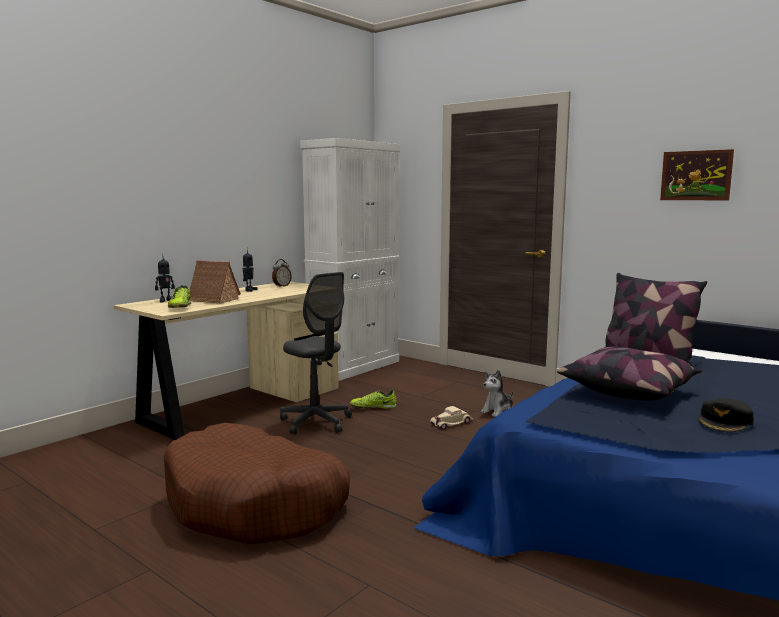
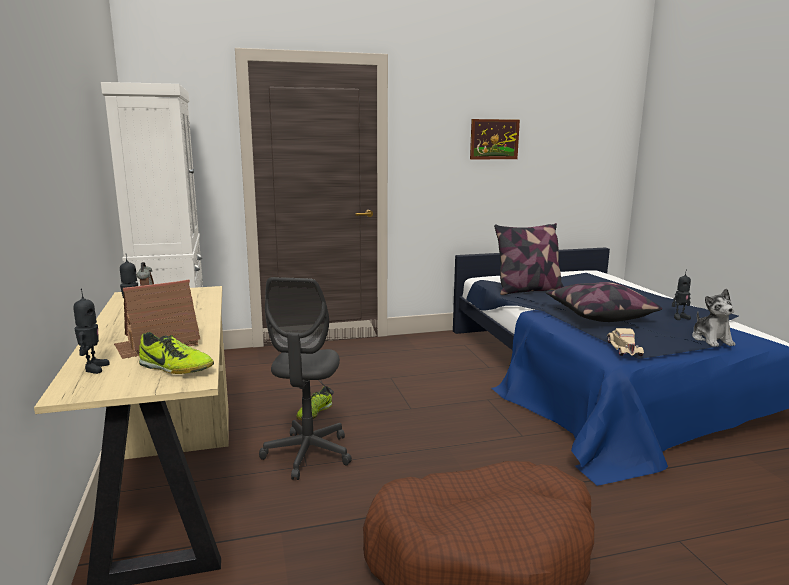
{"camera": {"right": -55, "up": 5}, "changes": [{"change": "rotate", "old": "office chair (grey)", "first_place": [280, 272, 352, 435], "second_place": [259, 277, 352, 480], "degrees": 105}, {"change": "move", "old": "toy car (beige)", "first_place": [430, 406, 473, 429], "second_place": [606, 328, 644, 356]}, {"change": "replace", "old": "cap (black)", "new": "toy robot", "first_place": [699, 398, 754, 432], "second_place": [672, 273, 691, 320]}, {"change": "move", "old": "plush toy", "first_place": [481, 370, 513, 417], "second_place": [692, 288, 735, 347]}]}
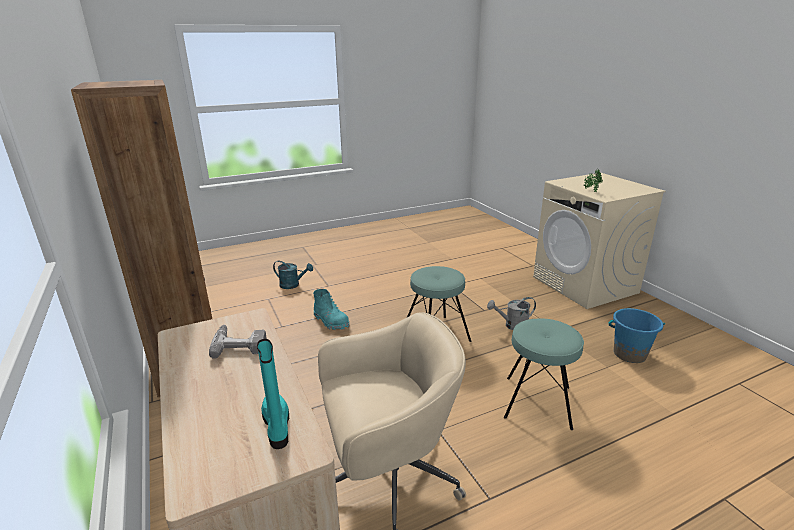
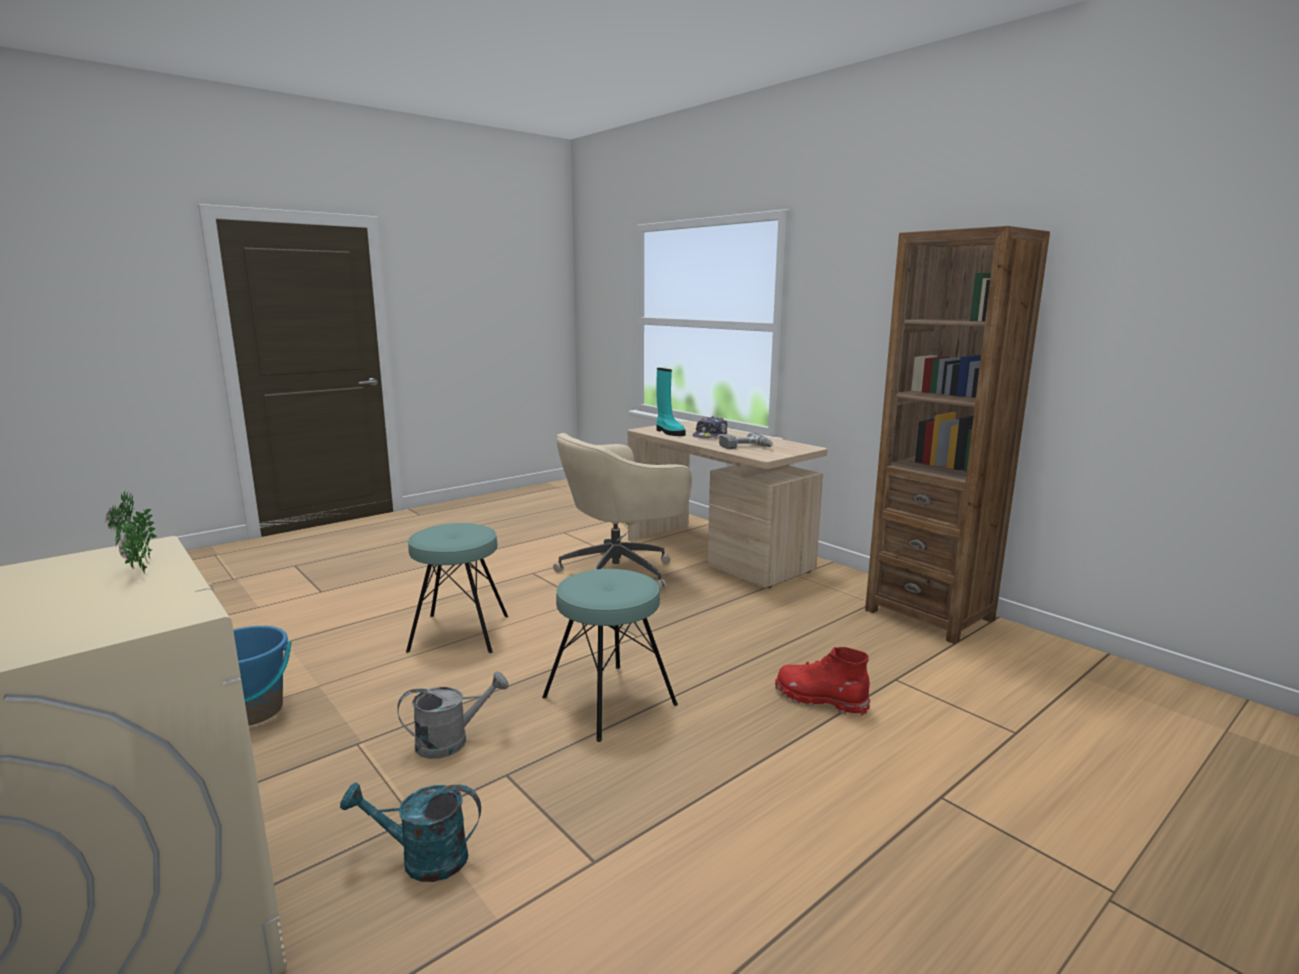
{"camera": {"right": 165, "up": -10}, "changes": [{"change": "move", "old": "watering can (turquoise)", "first_place": [273, 261, 313, 289], "second_place": [340, 783, 481, 882]}, {"change": "insert", "new": "cap", "second_place": [693, 416, 728, 438]}, {"change": "recolor", "old": "boot (turquoise)", "new": "boot (red)", "first_place": [313, 289, 350, 330], "second_place": [775, 647, 870, 716]}]}
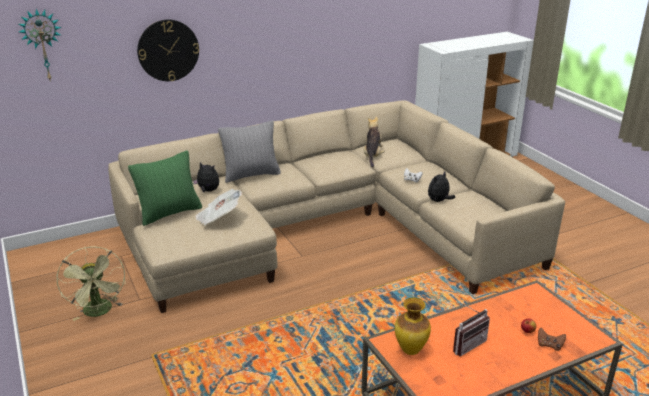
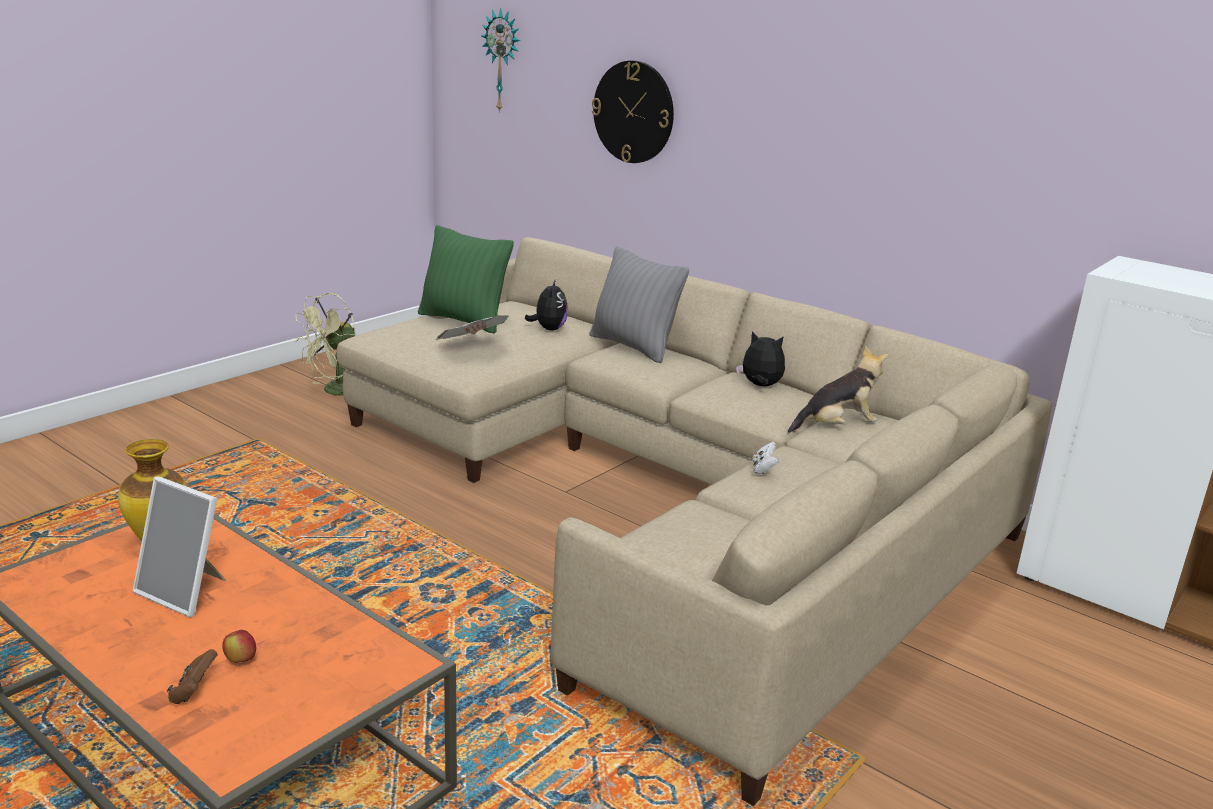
{"camera": {"right": 65, "up": -5}, "changes": [{"change": "replace", "old": "radio", "new": "picture frame", "first_place": [453, 302, 490, 356], "second_place": [133, 477, 226, 617]}, {"change": "move", "old": "plush toy", "first_place": [428, 172, 455, 202], "second_place": [736, 331, 785, 386]}]}
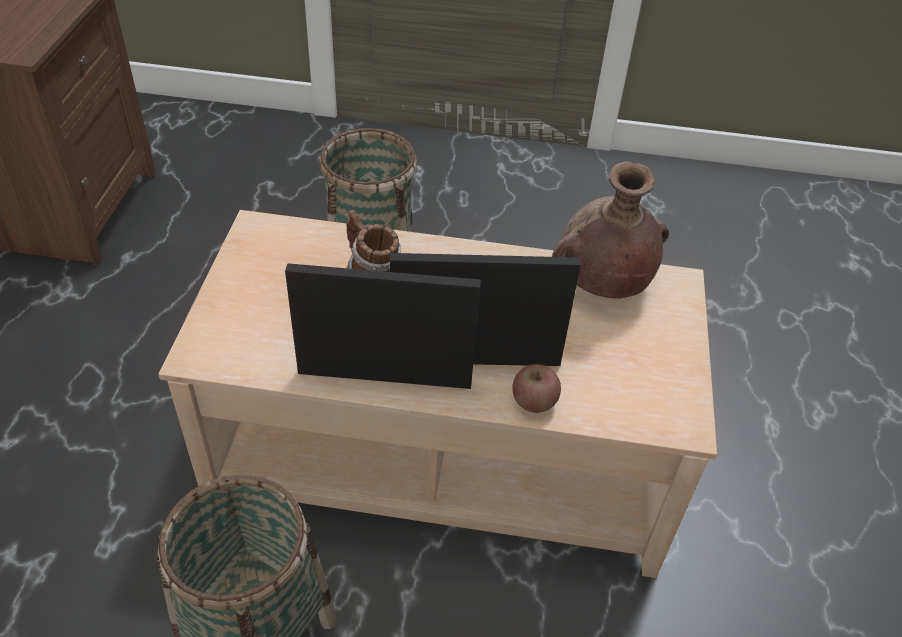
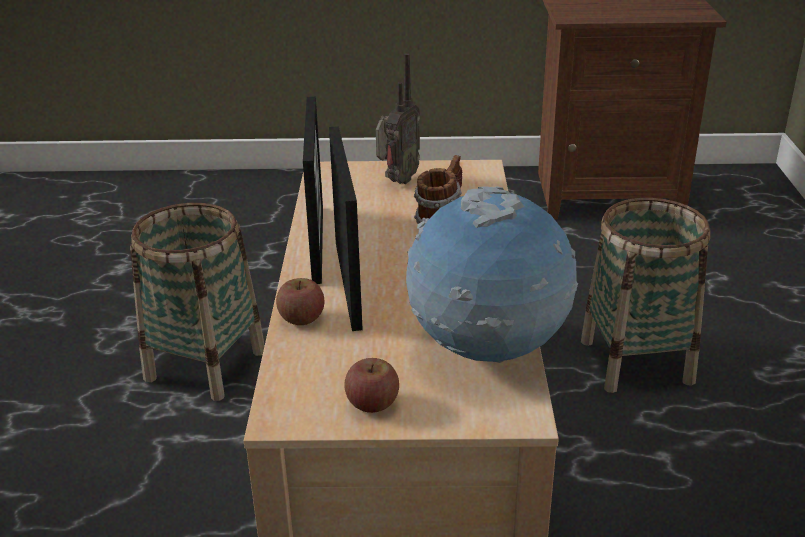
{"camera": {"right": 85, "up": -15}, "changes": [{"change": "insert", "new": "apple", "second_place": [345, 358, 399, 413]}, {"change": "insert", "new": "radio", "second_place": [376, 53, 420, 184]}, {"change": "replace", "old": "vase (brown)", "new": "globe", "first_place": [552, 161, 669, 299], "second_place": [406, 186, 578, 363]}]}
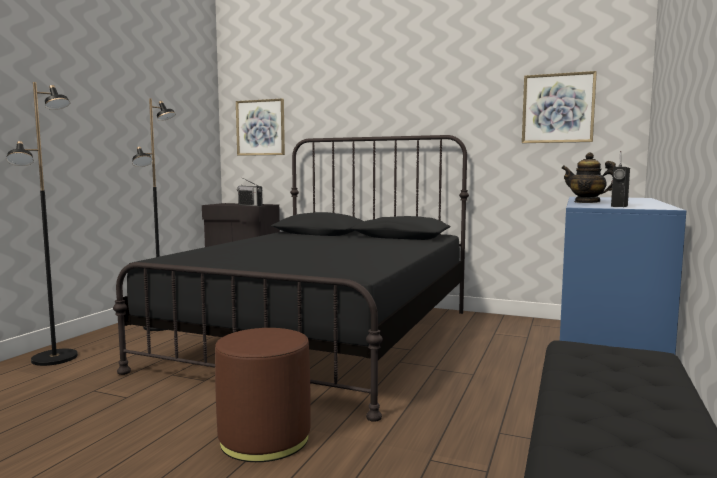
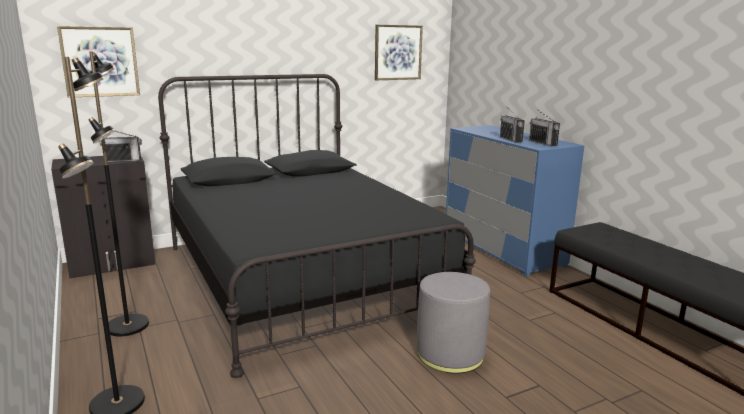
{"camera": {"right": -50, "up": 10}, "changes": [{"change": "recolor", "old": "ottoman (brown)", "new": "ottoman (grey)", "first_place": [215, 328, 311, 462], "second_place": [417, 272, 490, 374]}, {"change": "replace", "old": "teapot", "new": "radio", "first_place": [561, 152, 616, 203], "second_place": [500, 107, 525, 143]}]}
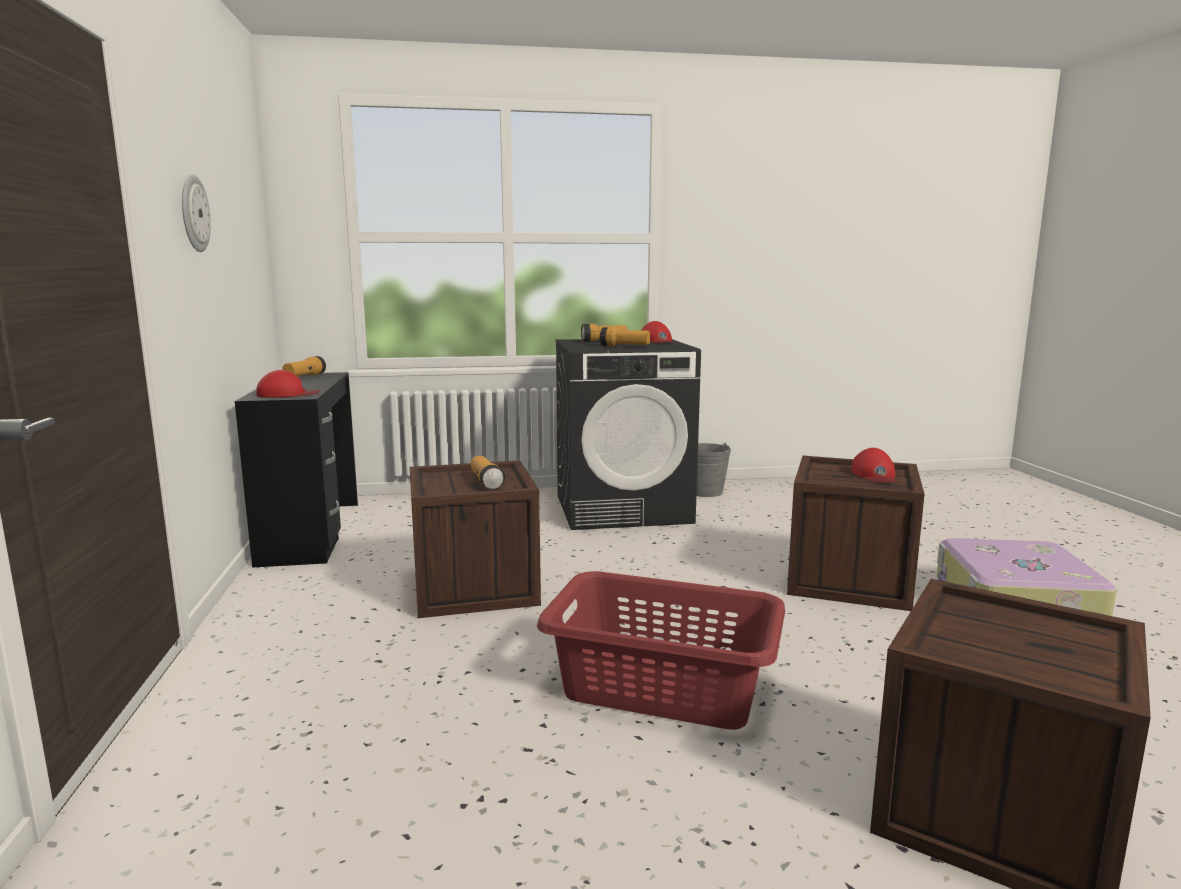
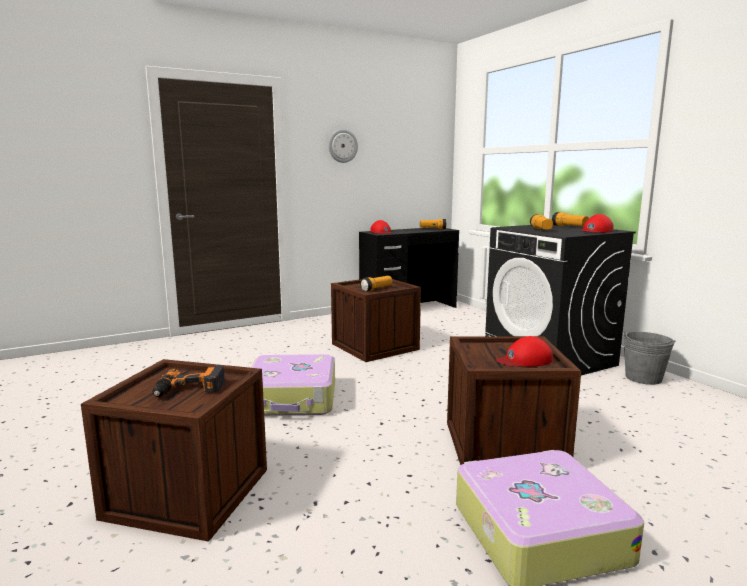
{"camera": {"right": 70, "up": 0}, "changes": [{"change": "insert", "new": "power drill", "second_place": [152, 365, 225, 397]}, {"change": "replace", "old": "laundry basket (red)", "new": "suitcase", "first_place": [537, 571, 785, 730], "second_place": [251, 354, 335, 416]}]}
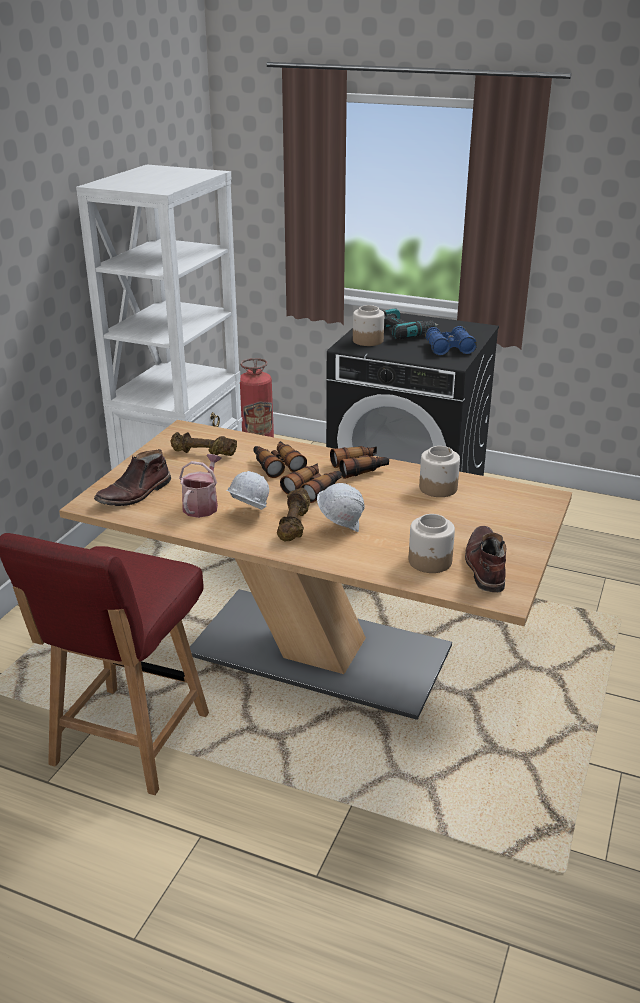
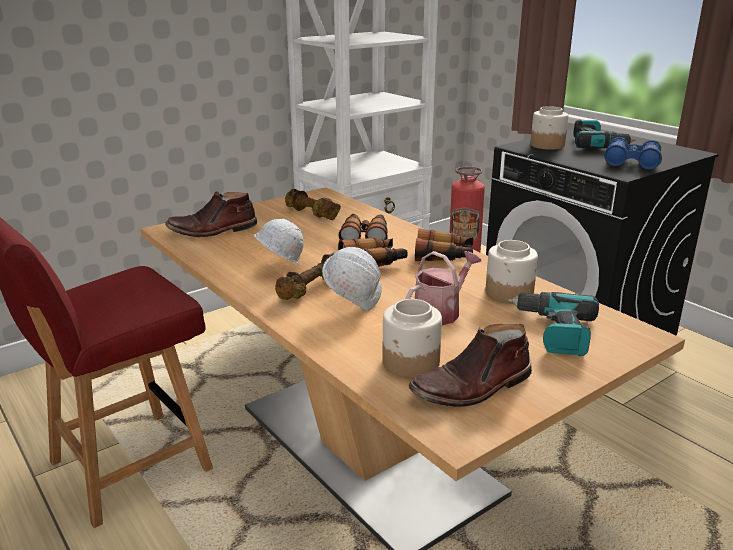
{"camera": {"right": 30, "up": -5}, "changes": [{"change": "move", "old": "watering can", "first_place": [179, 454, 221, 518], "second_place": [405, 251, 481, 325]}, {"change": "rotate", "old": "boot (brown)", "first_place": [465, 526, 506, 592], "second_place": [409, 324, 532, 407], "degrees": -150}, {"change": "insert", "new": "power drill", "second_place": [508, 292, 599, 356]}]}
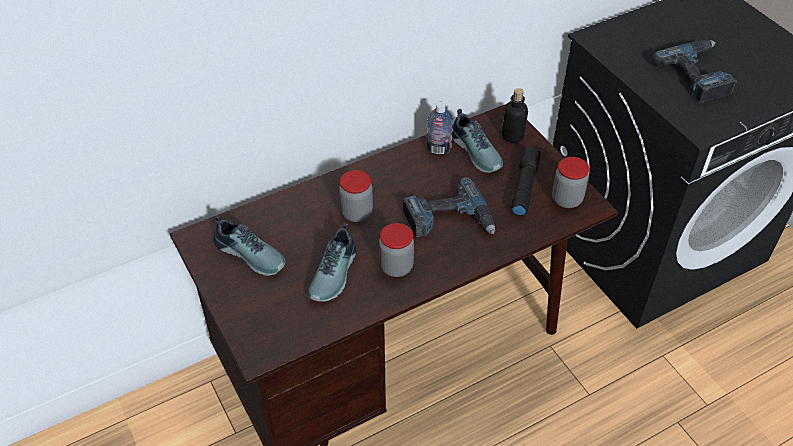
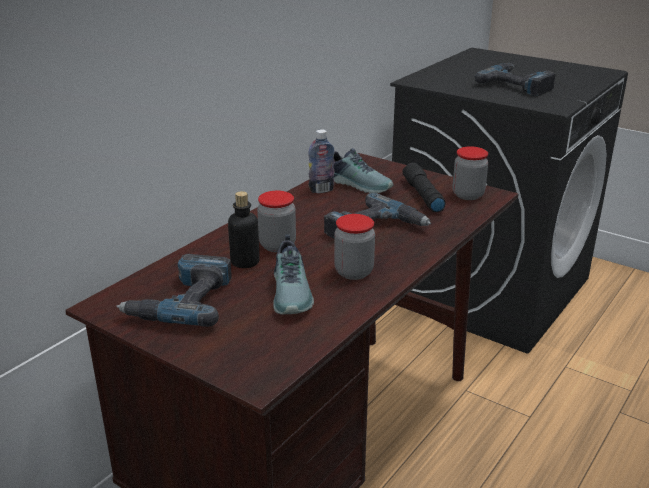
{"camera": {"right": -25, "up": -20}, "changes": [{"change": "replace", "old": "shoe", "new": "power drill", "first_place": [214, 216, 286, 276], "second_place": [116, 254, 232, 327]}, {"change": "move", "old": "bottle", "first_place": [502, 88, 528, 143], "second_place": [228, 191, 260, 268]}]}
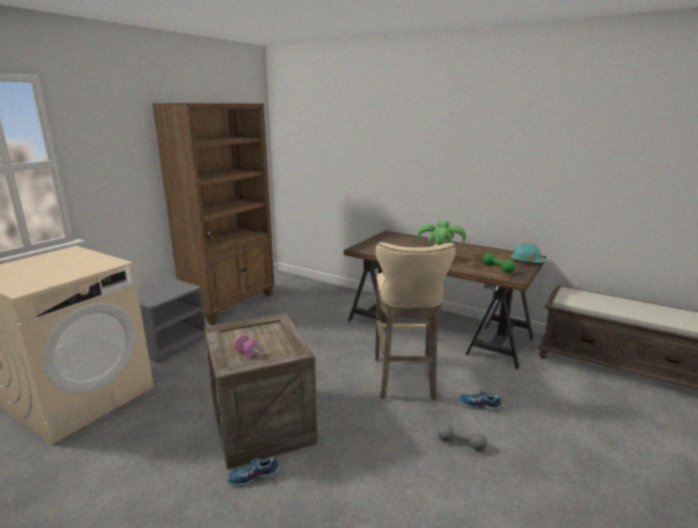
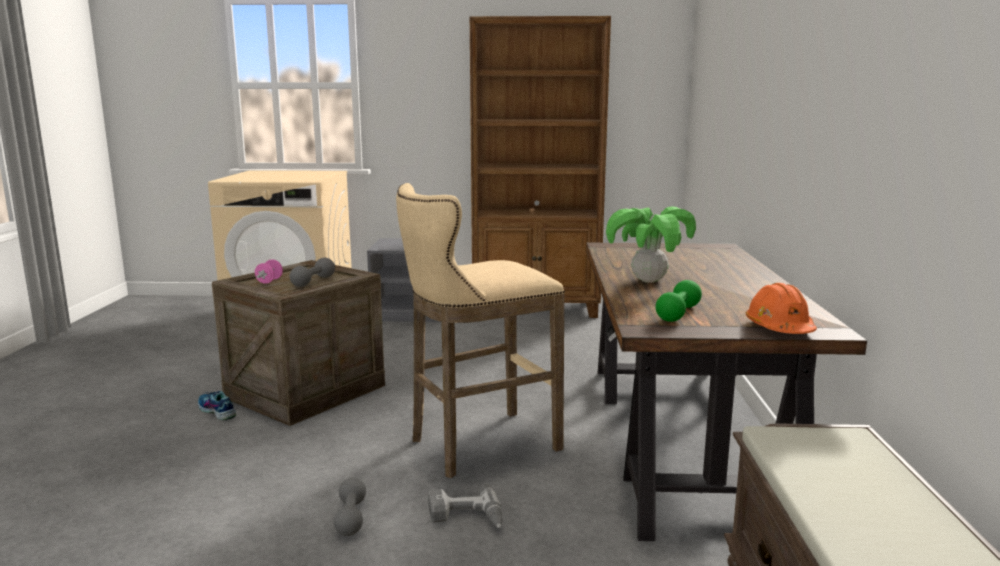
{"camera": {"right": 60, "up": -5}, "changes": [{"change": "insert", "new": "dumbbell (grey)", "second_place": [289, 258, 335, 287]}, {"change": "replace", "old": "shoe", "new": "power drill", "first_place": [458, 391, 502, 412], "second_place": [428, 484, 503, 528]}, {"change": "recolor", "old": "hard hat (turquoise)", "new": "hard hat (orange)", "first_place": [511, 243, 546, 263], "second_place": [745, 283, 817, 334]}]}
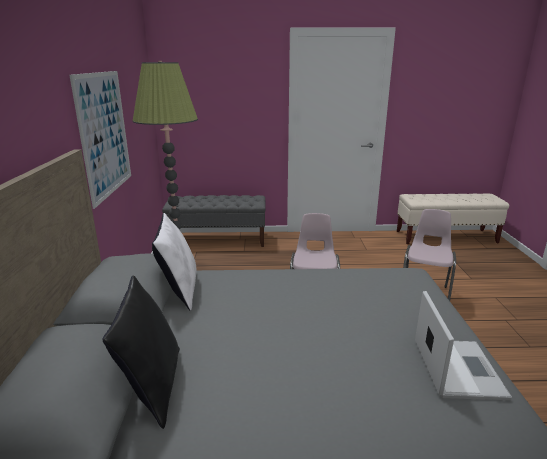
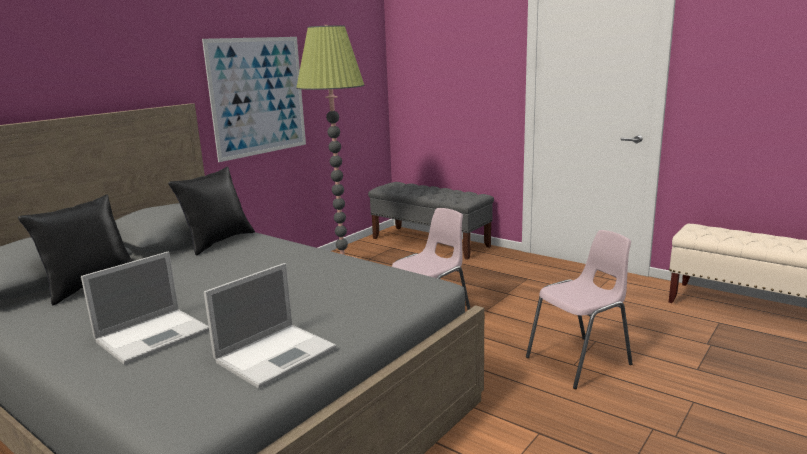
{"camera": {"right": 40, "up": -5}, "changes": [{"change": "insert", "new": "laptop", "second_place": [81, 251, 209, 365]}, {"change": "recolor", "old": "pillow (white)", "new": "pillow (black)", "first_place": [152, 213, 196, 311], "second_place": [168, 167, 255, 256]}]}
